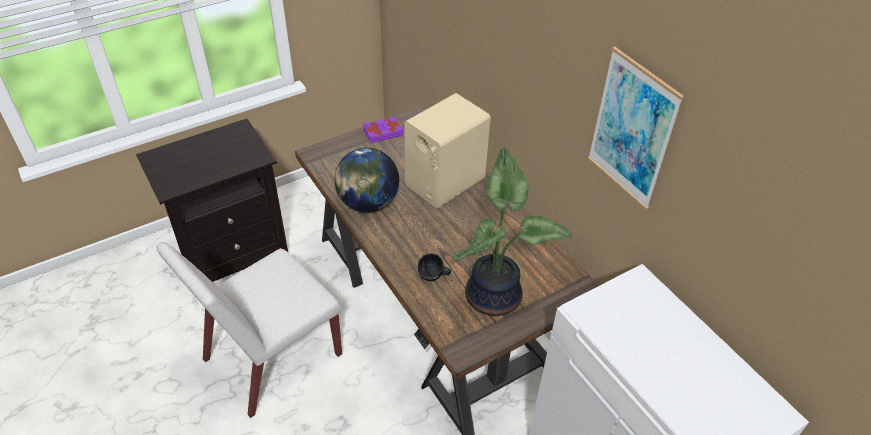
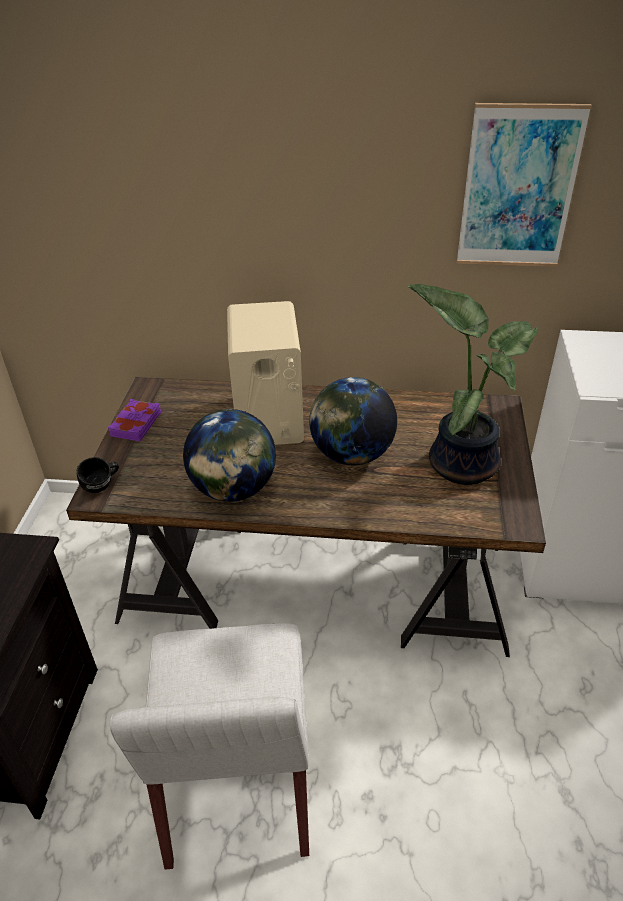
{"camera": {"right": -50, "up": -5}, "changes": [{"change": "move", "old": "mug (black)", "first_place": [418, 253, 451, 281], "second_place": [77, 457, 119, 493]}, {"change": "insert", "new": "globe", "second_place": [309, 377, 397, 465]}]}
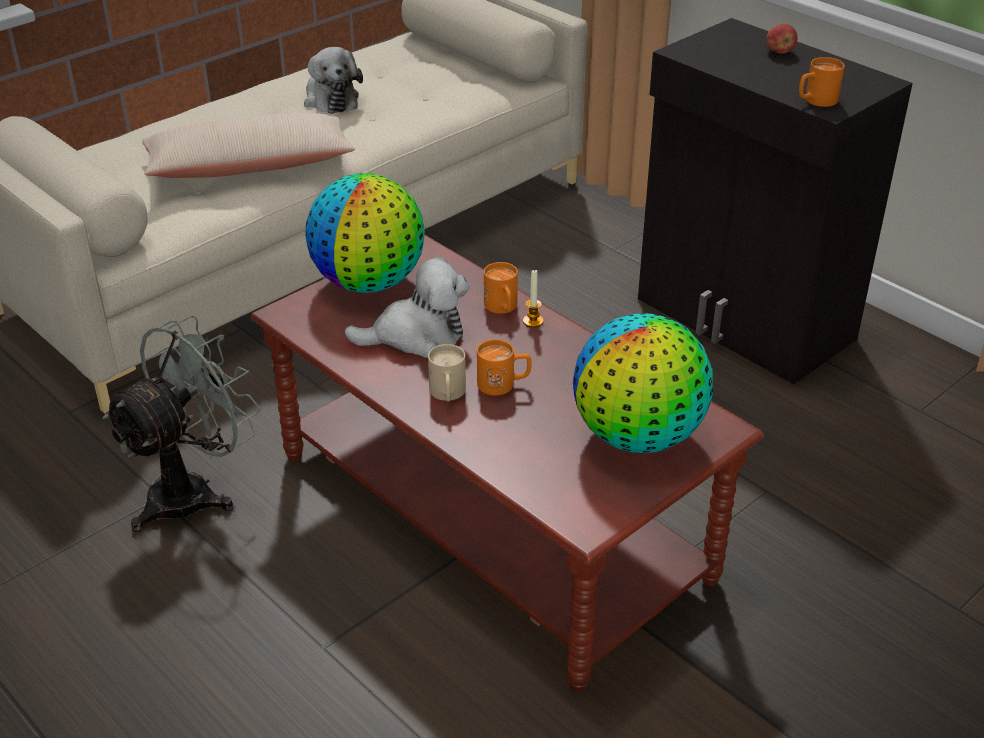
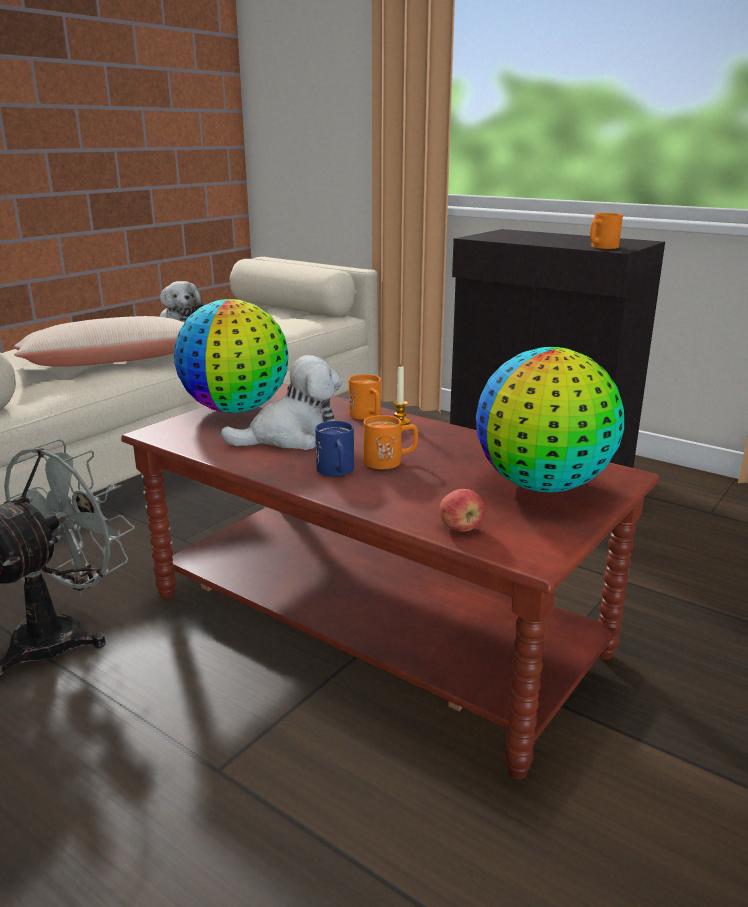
{"camera": {"right": -10, "up": -15}, "changes": [{"change": "recolor", "old": "mug (beige)", "new": "mug (blue)", "first_place": [428, 344, 466, 402], "second_place": [315, 421, 354, 476]}, {"change": "move", "old": "apple", "first_place": [766, 24, 798, 53], "second_place": [440, 489, 485, 532]}]}
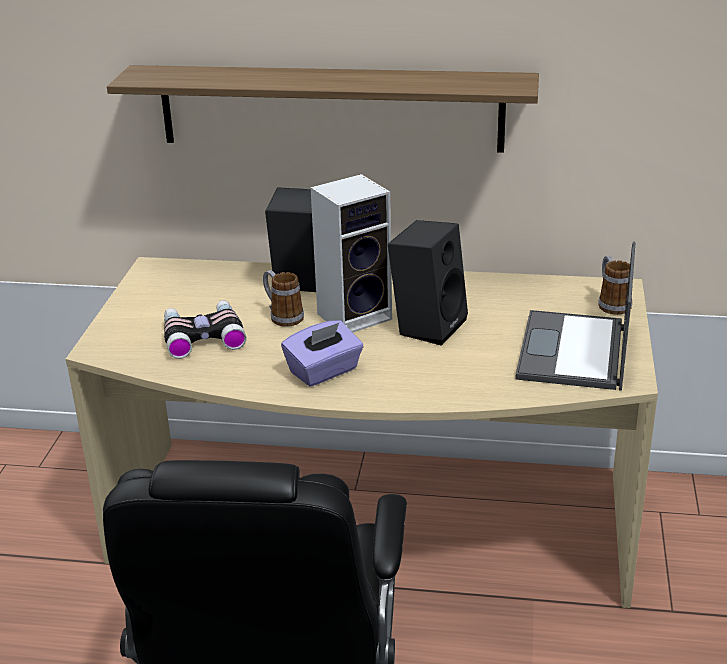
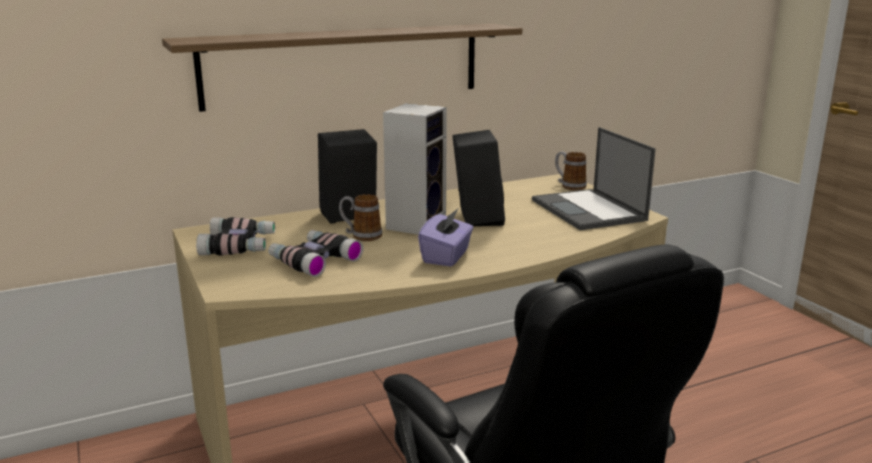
{"camera": {"right": -35, "up": -10}, "changes": [{"change": "insert", "new": "binoculars", "second_place": [196, 217, 275, 256]}]}
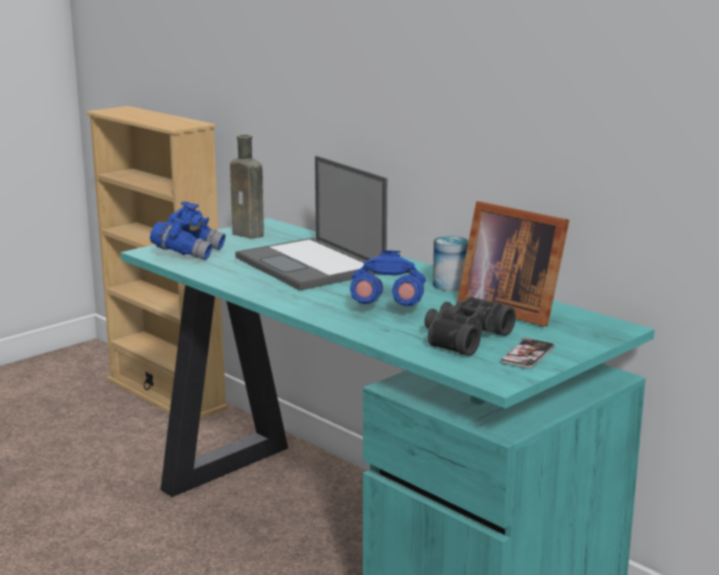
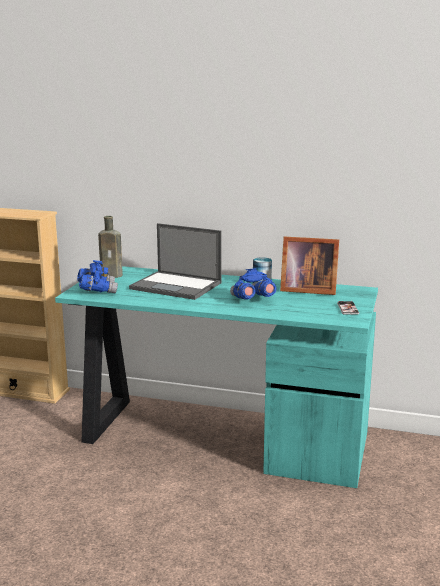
{"camera": {"right": -30, "up": 0}, "changes": [{"change": "delete", "old": "binoculars (black)", "first_place": [425, 296, 516, 356]}]}
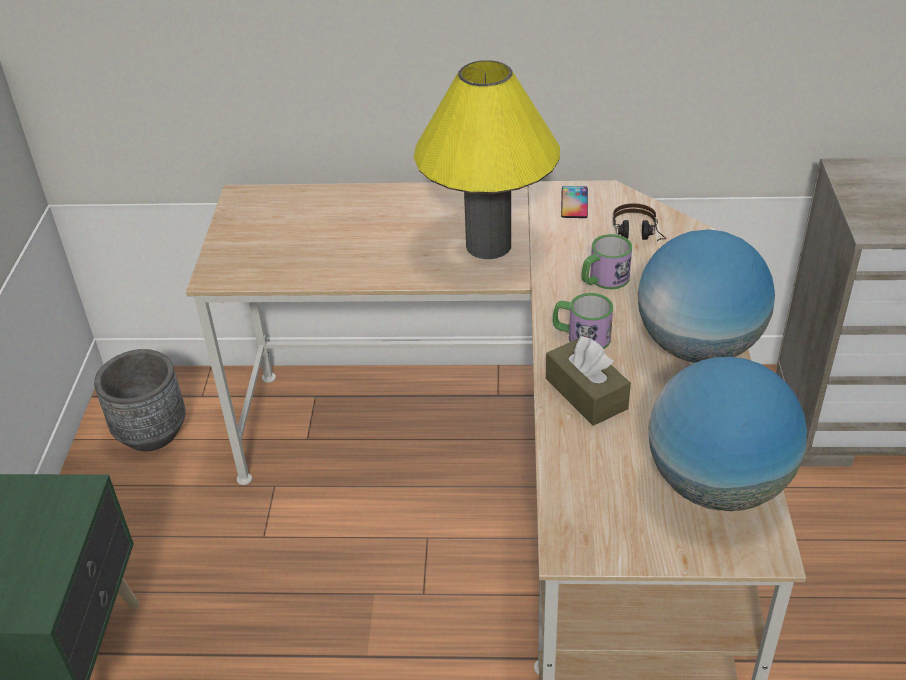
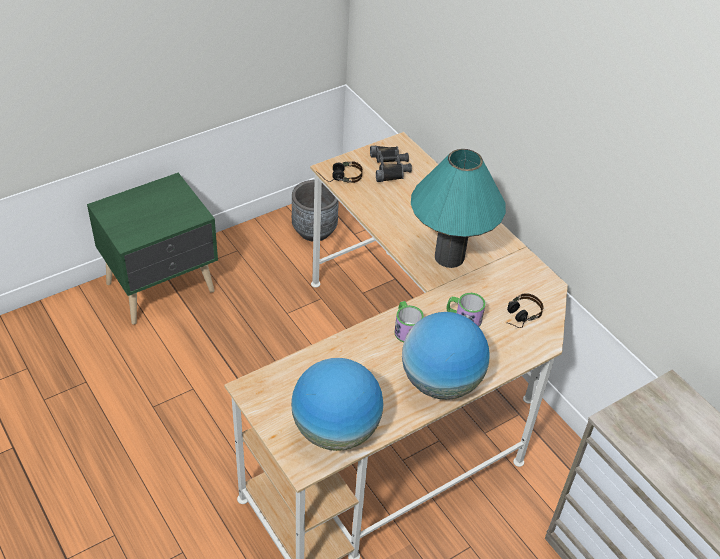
{"camera": {"right": 50, "up": 5}, "changes": [{"change": "insert", "new": "headphones", "second_place": [316, 161, 363, 183]}, {"change": "insert", "new": "binoculars (black)", "second_place": [370, 146, 412, 182]}, {"change": "recolor", "old": "table lamp (yellow)", "new": "table lamp (turquoise)", "first_place": [414, 60, 560, 259], "second_place": [411, 149, 506, 268]}, {"change": "delete", "old": "tissue box (brown)", "first_place": [546, 336, 631, 426]}, {"change": "delete", "old": "phone", "first_place": [561, 186, 588, 218]}]}
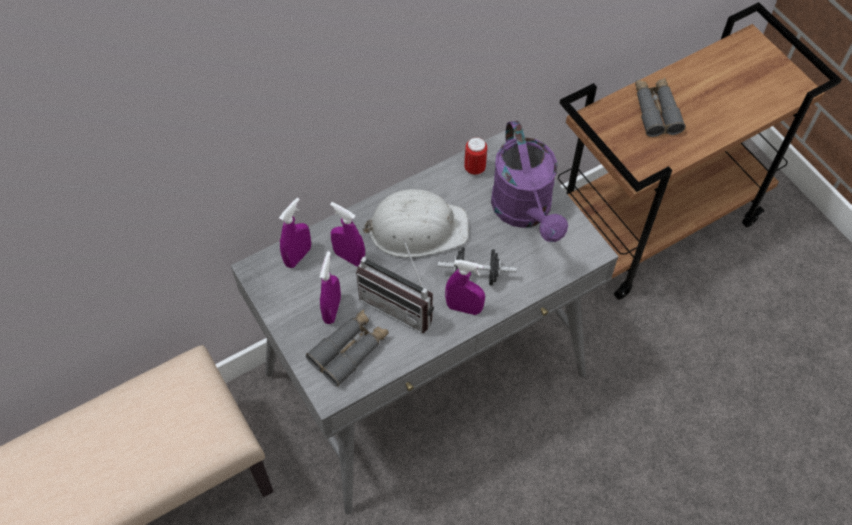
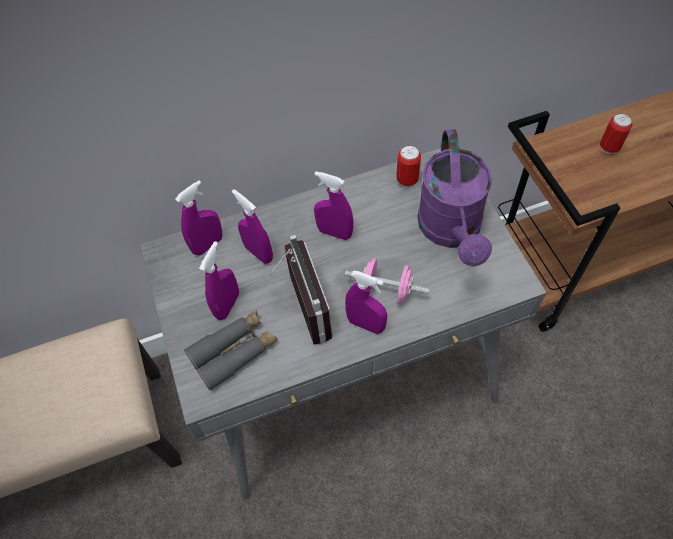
{"camera": {"right": 15, "up": 0}, "changes": [{"change": "rotate", "old": "radio", "first_place": [356, 237, 434, 333], "second_place": [269, 235, 333, 344], "degrees": -150}, {"change": "replace", "old": "hard hat (white)", "new": "spray bottle (purple)", "first_place": [362, 189, 469, 258], "second_place": [314, 171, 353, 240]}, {"change": "recolor", "old": "dumbbell (black)", "new": "dumbbell (pink)", "first_place": [438, 247, 517, 285], "second_place": [345, 258, 430, 304]}, {"change": "replace", "old": "binoculars (grey)", "new": "can", "first_place": [635, 78, 686, 137], "second_place": [600, 113, 633, 154]}]}
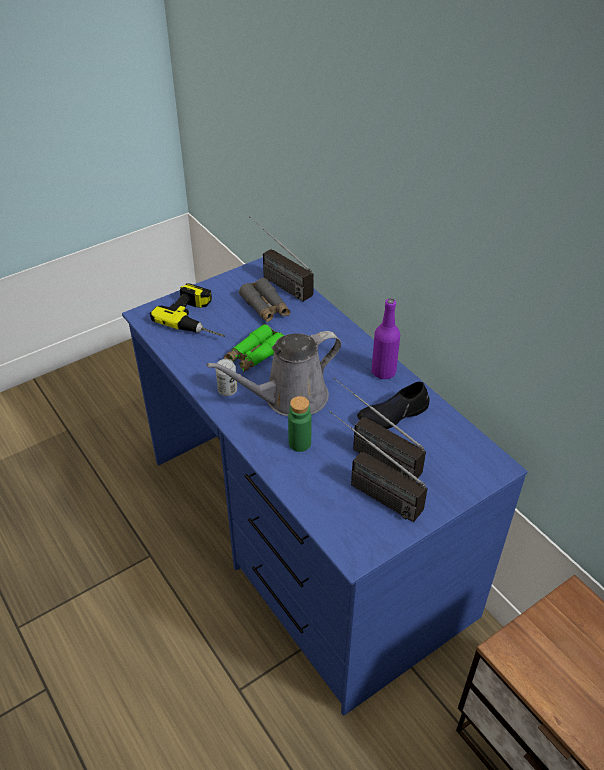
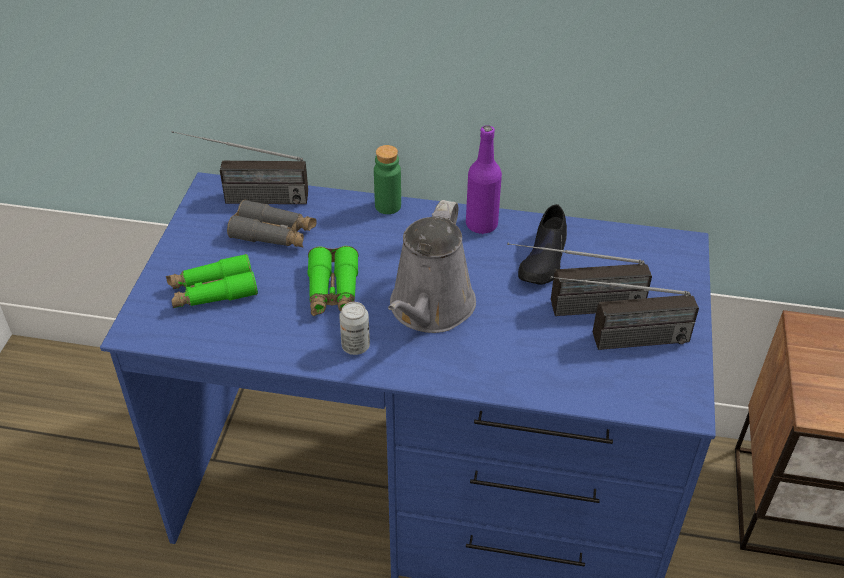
{"camera": {"right": -45, "up": 0}, "changes": [{"change": "replace", "old": "power drill", "new": "binoculars (green)", "first_place": [150, 283, 225, 337], "second_place": [166, 254, 258, 308]}, {"change": "move", "old": "bottle (green)", "first_place": [288, 396, 312, 452], "second_place": [374, 145, 401, 214]}]}
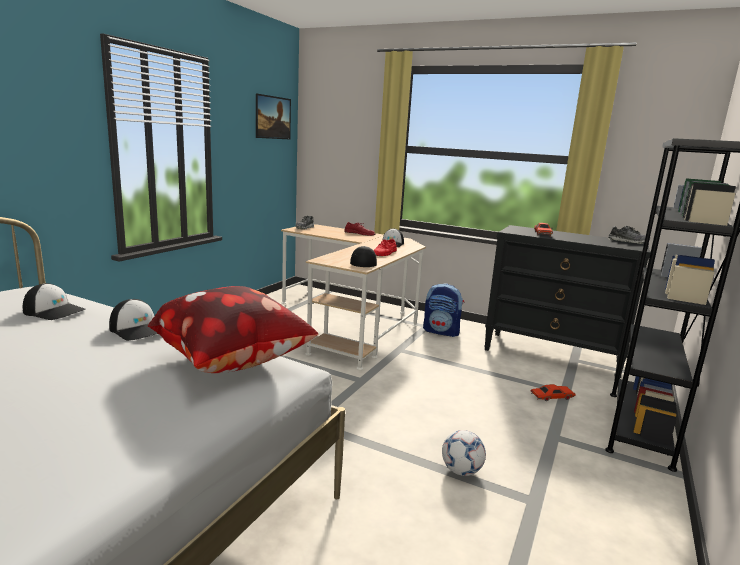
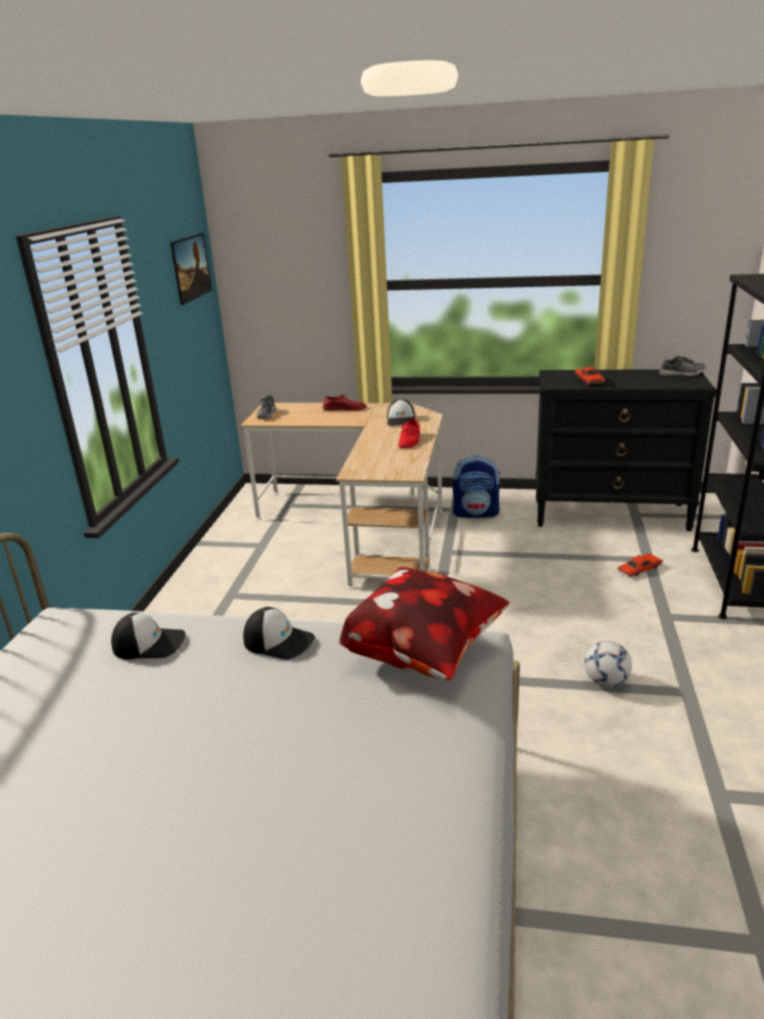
{"camera": {"right": -15, "up": 10}, "changes": [{"change": "delete", "old": "cap", "first_place": [350, 246, 377, 267]}]}
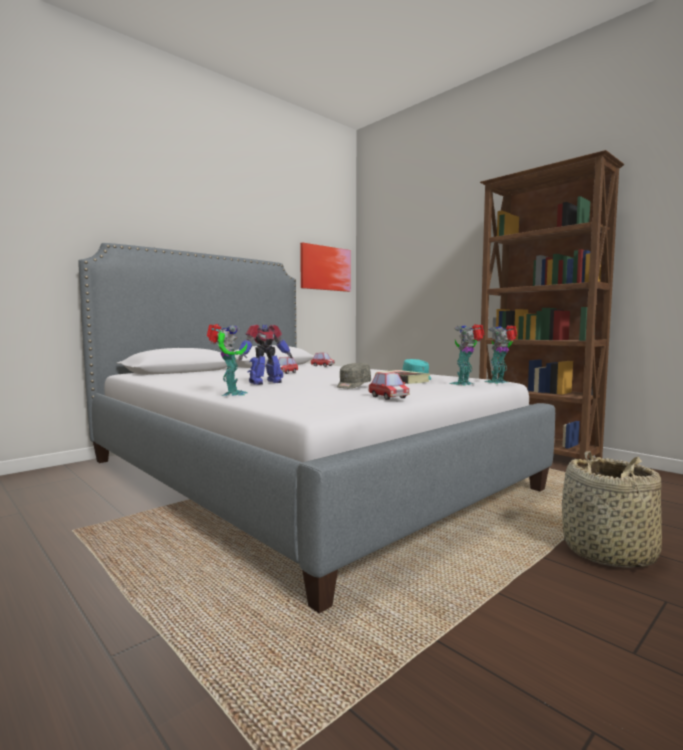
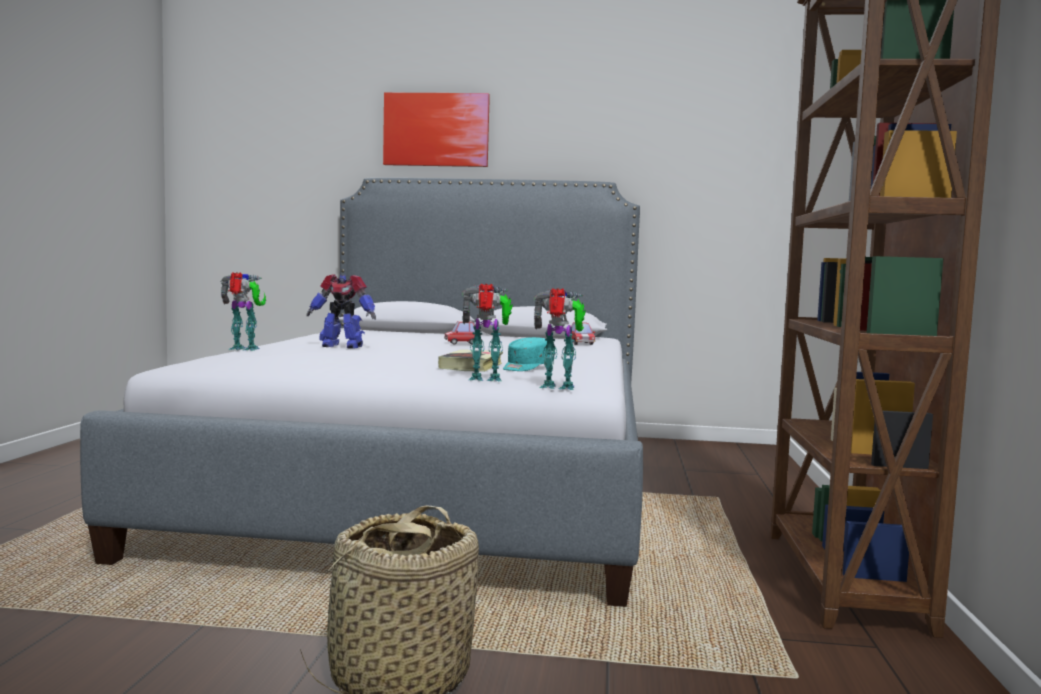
{"camera": {"right": 50, "up": 0}, "changes": [{"change": "rotate", "old": "toy robot", "first_place": [207, 324, 247, 396], "second_place": [220, 272, 266, 351], "degrees": -135}, {"change": "move", "old": "picture", "first_place": [300, 242, 351, 292], "second_place": [383, 93, 490, 167]}, {"change": "delete", "old": "cap (grey)", "first_place": [337, 363, 371, 388]}, {"change": "delete", "old": "toy car", "first_place": [368, 372, 410, 400]}]}
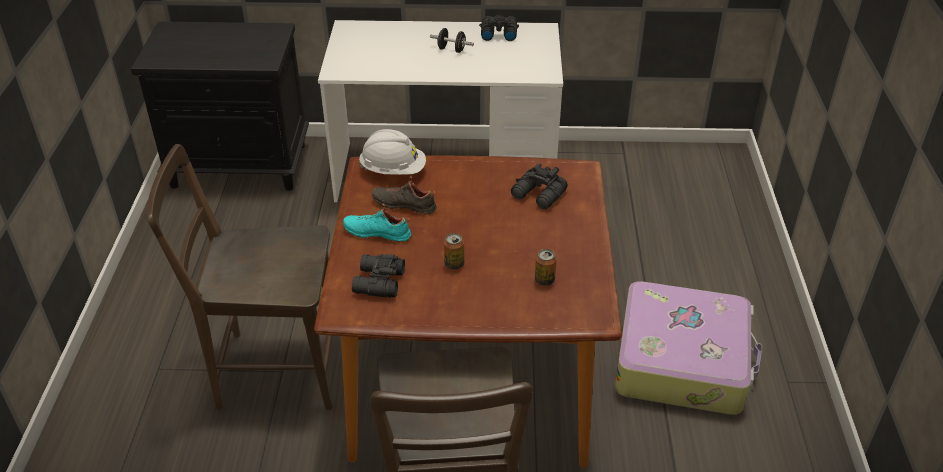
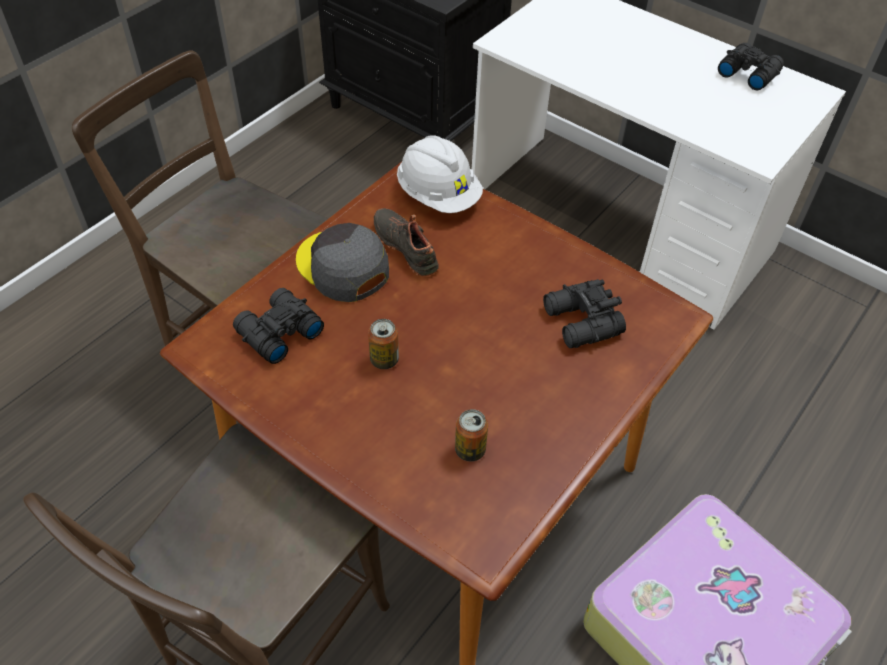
{"camera": {"right": 35, "up": 10}, "changes": [{"change": "replace", "old": "shoe (turquoise)", "new": "cap (grey)", "first_place": [343, 204, 411, 243], "second_place": [296, 223, 389, 302]}, {"change": "delete", "old": "dumbbell (black)", "first_place": [430, 28, 474, 53]}]}
